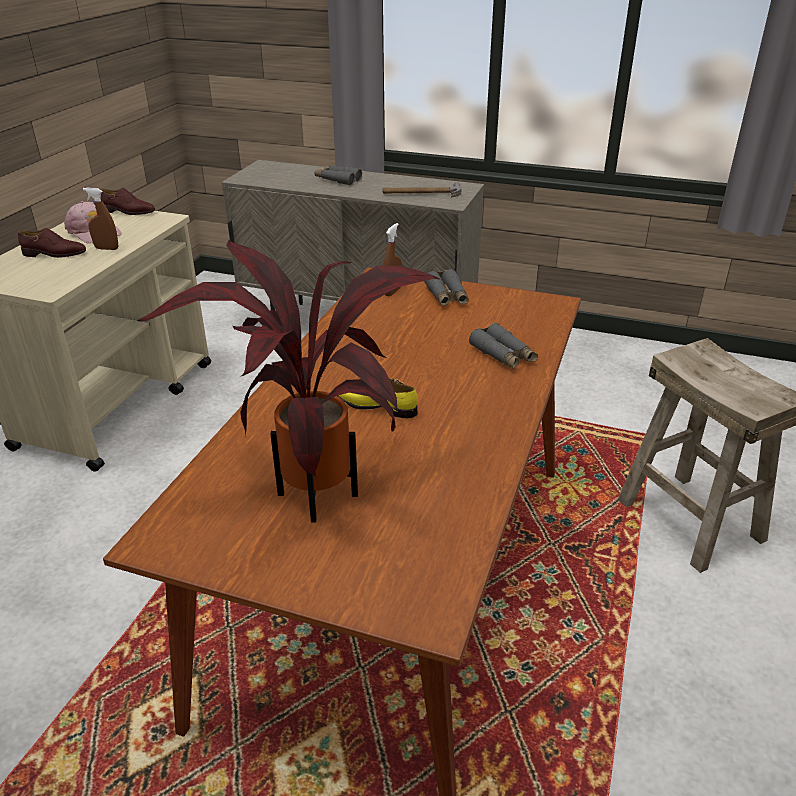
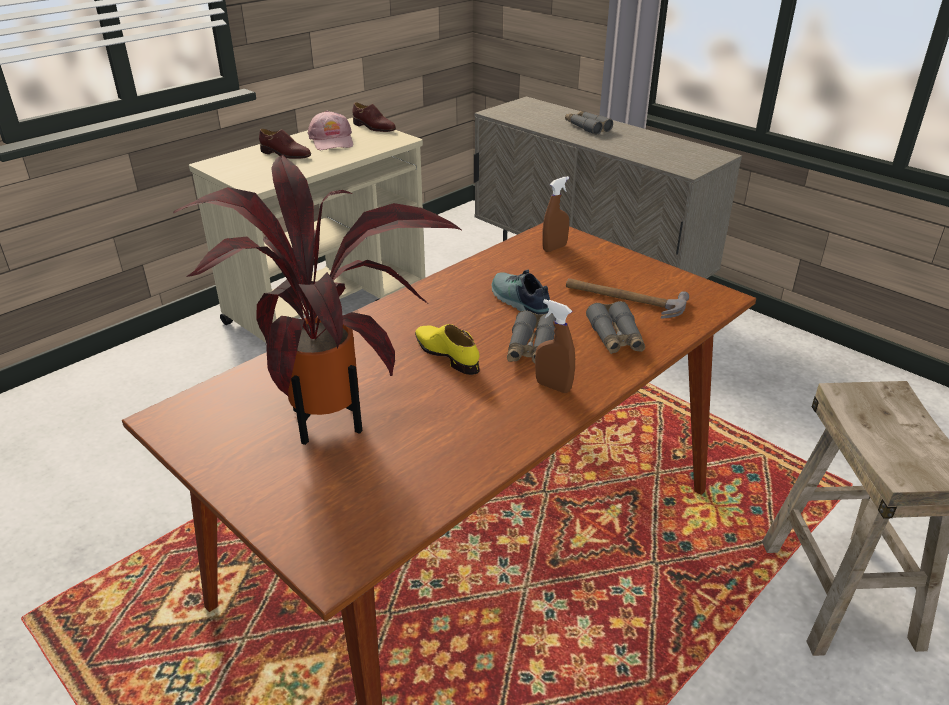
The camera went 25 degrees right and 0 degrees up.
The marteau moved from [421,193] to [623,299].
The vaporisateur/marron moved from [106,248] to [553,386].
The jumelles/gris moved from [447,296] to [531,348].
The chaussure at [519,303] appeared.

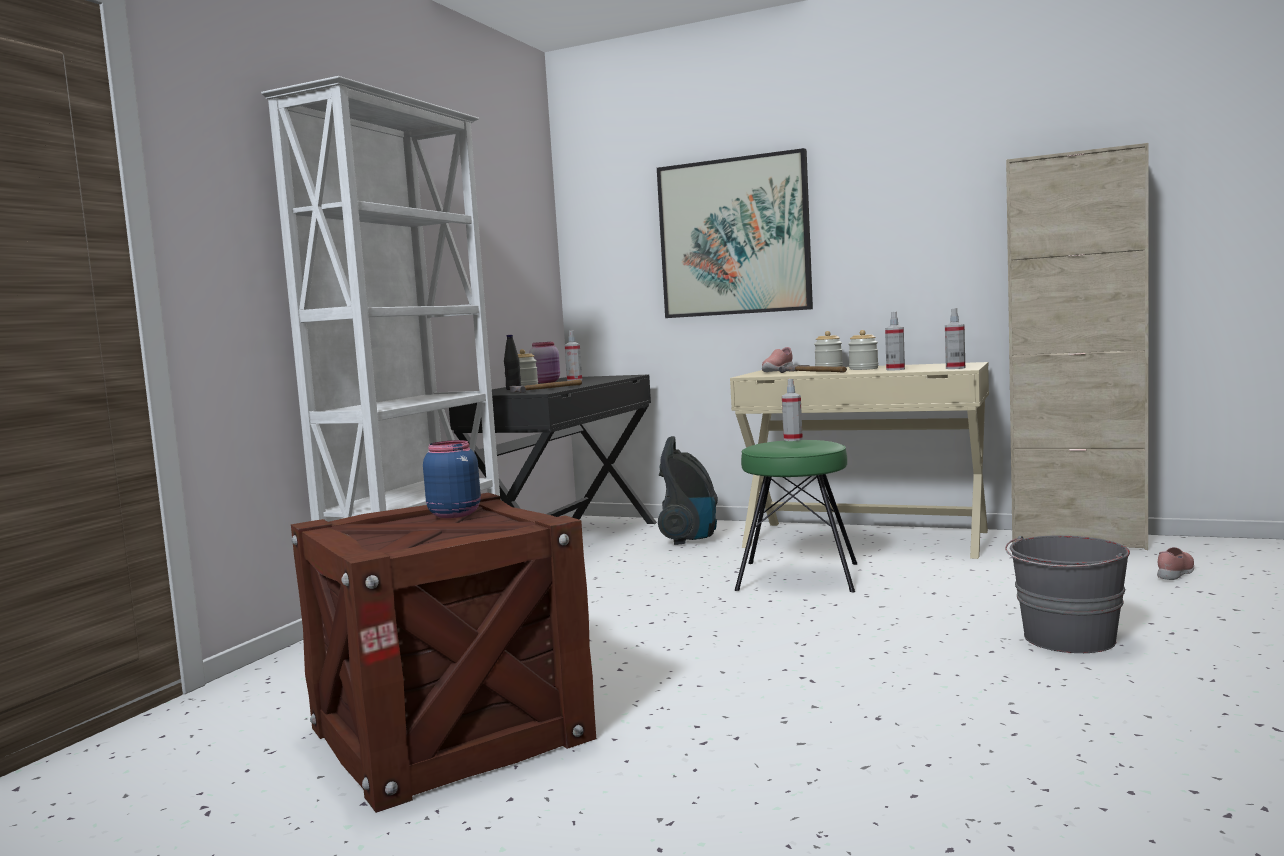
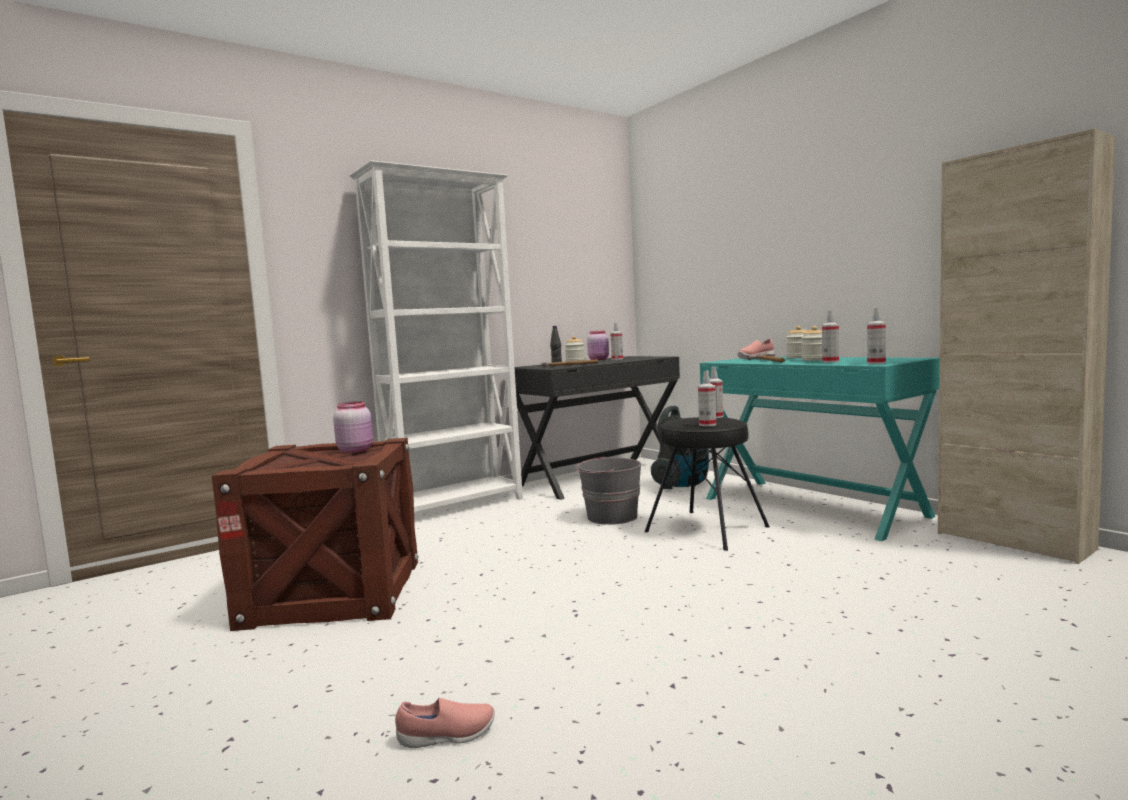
The camera went 30 degrees right and 0 degrees up.
The tableau at [734,237] disappeared.
The bureau/beige at [865,539] became the bureau/turquoise at [812,507].
The bocal/bleu at [454,514] became the bocal/rose at [356,450].
The tabouret/vert at [798,577] became the tabouret/noir at [706,530].
The seau/gris moved from [1068,639] to [610,517].
The chaussure/rose moved from [1176,574] to [447,737].
The vaporisateur at [707,424] appeared.

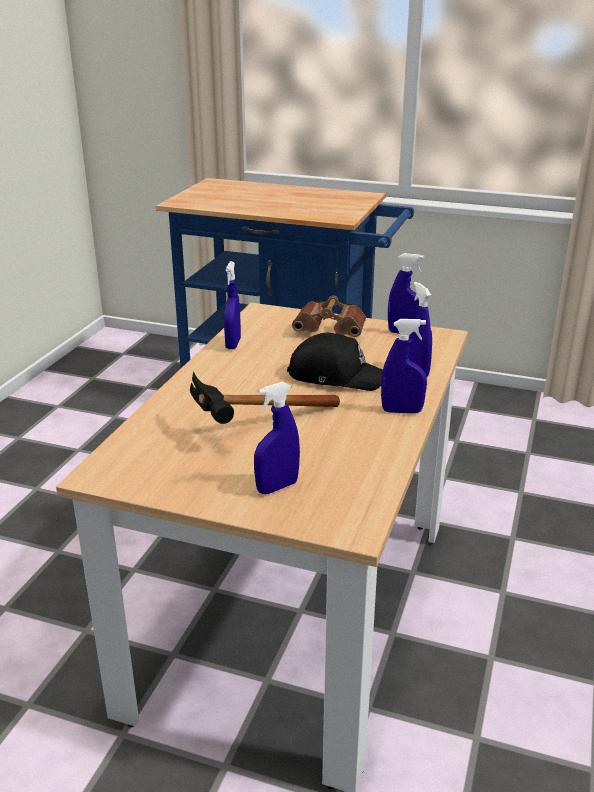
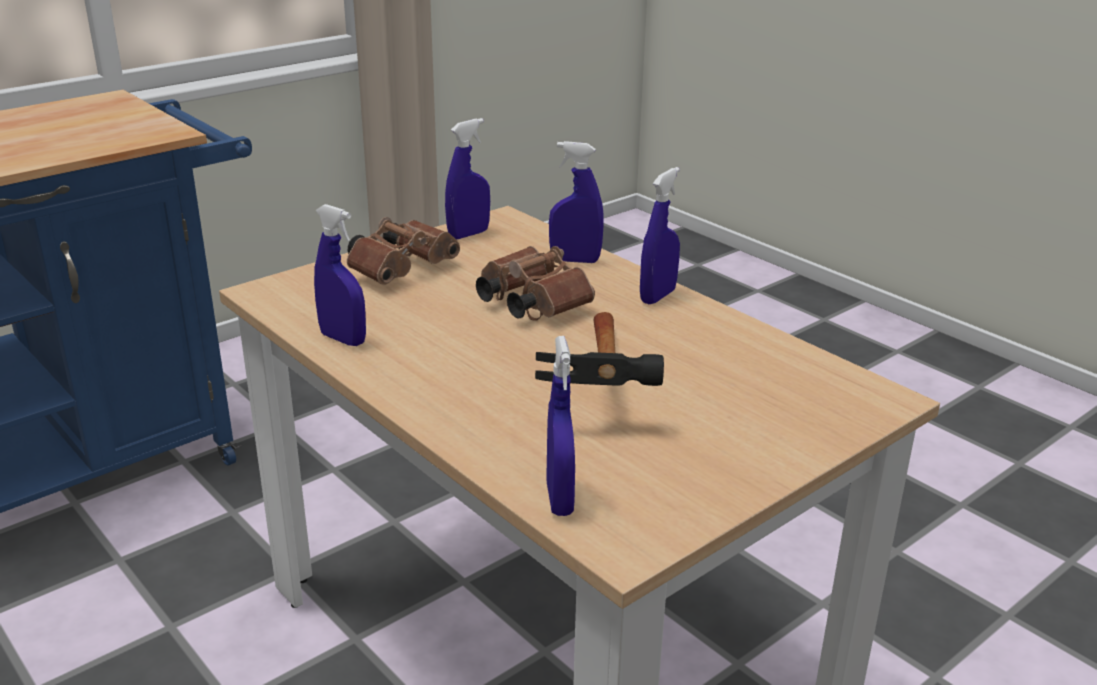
The camera went 60 degrees left and 0 degrees up.
The casquette/noir at [336,376] was replaced by the jumelles/marron at [529,303].
The vaporisateur/bleu moved from [277,487] to [559,499].

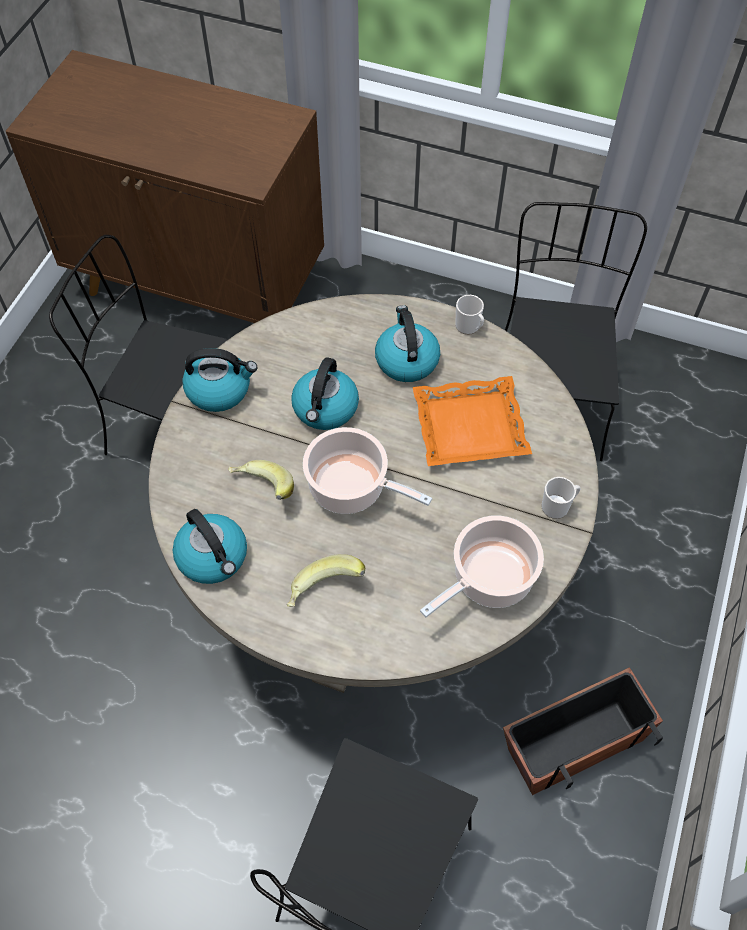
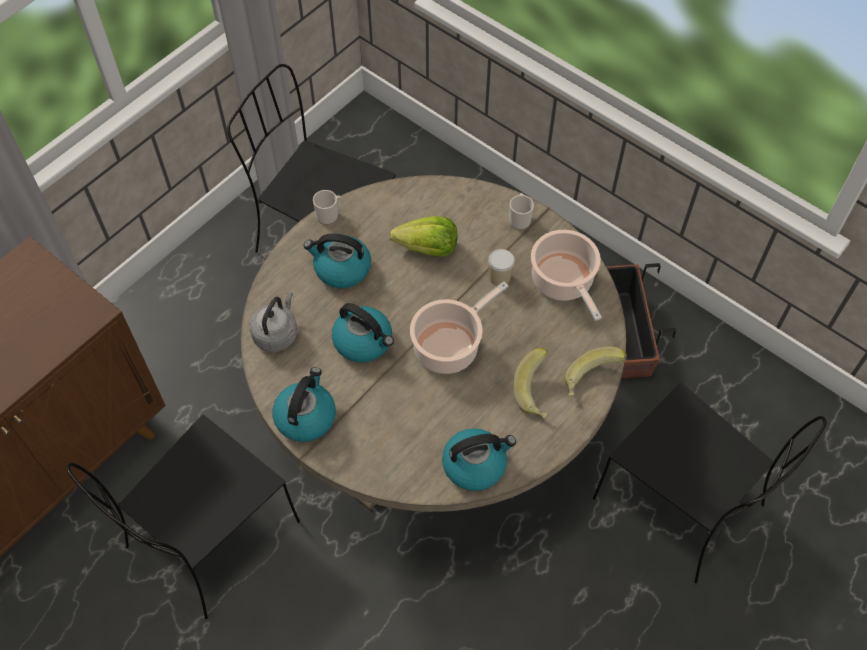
The camera went 70 degrees left and 0 degrees up.
The plateau/orange at [469,428] was replaced by the laitue at [428,249].
The banane moved from [262,490] to [591,380].
The tasse at [499,278] appeared.
The bouilloire/gris at [276,333] appeared.

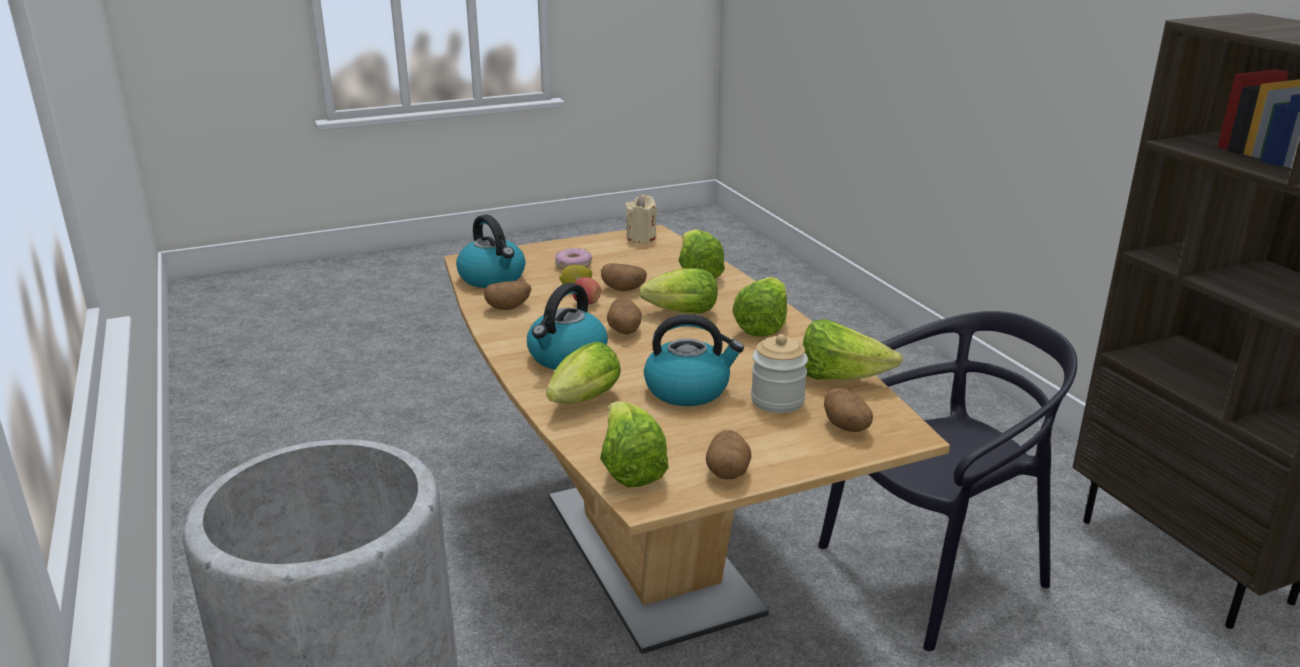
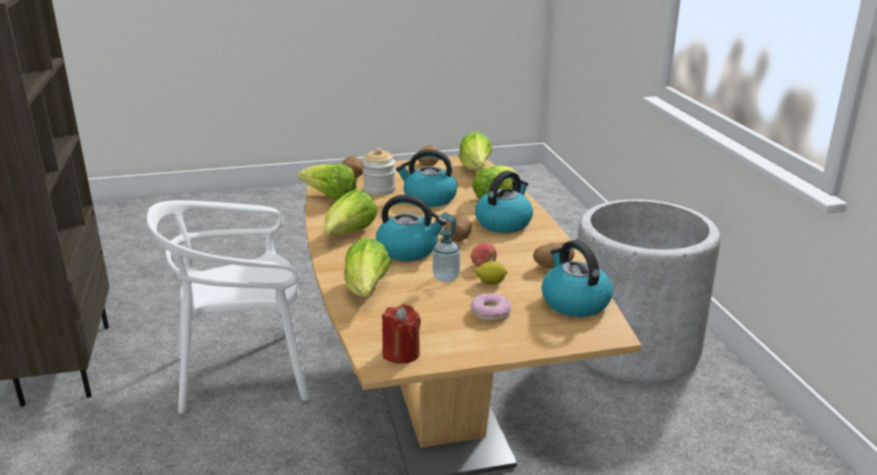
The camera went 170 degrees left and 0 degrees up.
The bougie/beige at [641,238] became the bougie/rouge at [401,353].
The pomme de terre at [624,289] was replaced by the distributeur de savon at [446,277].
The laitue at [678,313] was replaced by the bouilloire at [408,250].
The chaise/noir at [933,572] became the chaise/blanc at [243,373].

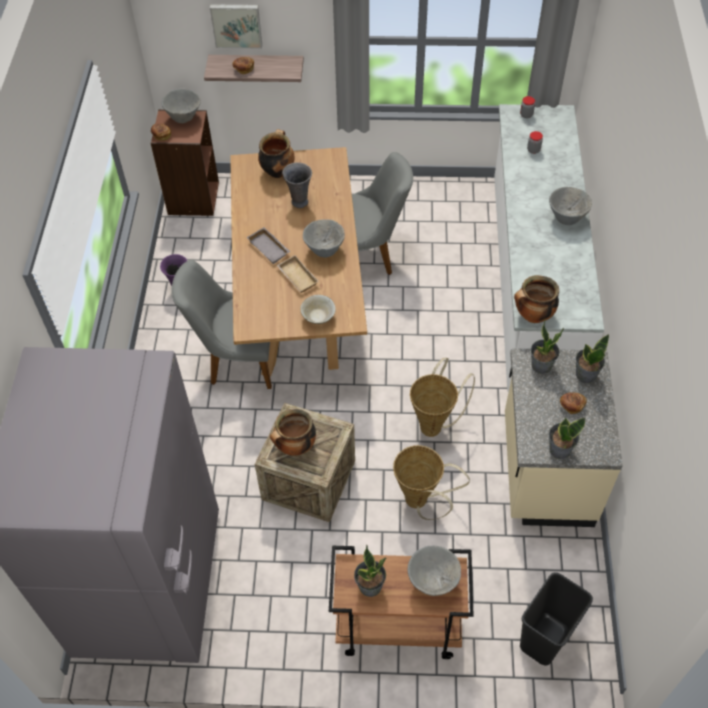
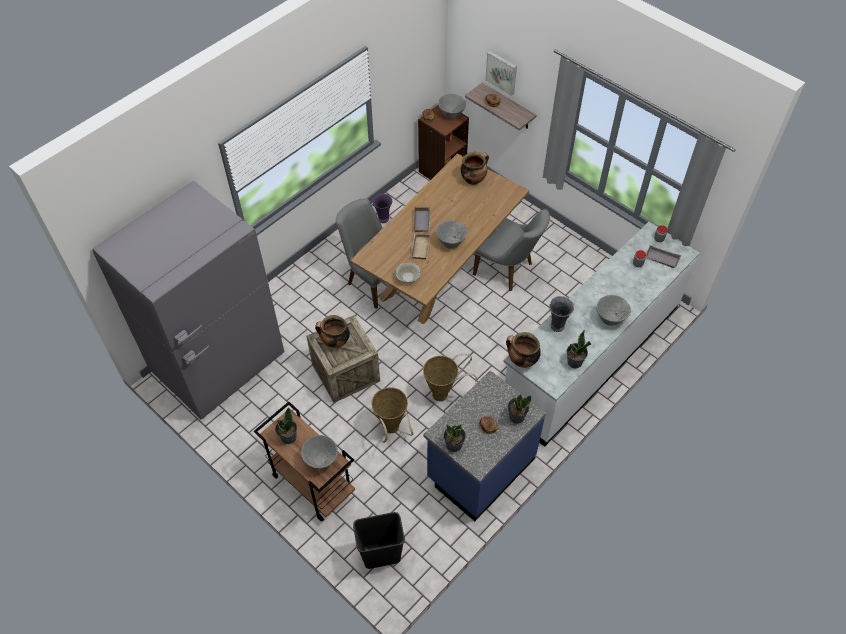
The camera went 40 degrees right and 0 degrees up.
The vase/gris moved from [299,201] to [557,325].
The plante en pot moved from [541,365] to [574,362].
The comptoir de cuisine/beige at [544,471] became the comptoir de cuisine/bleu at [480,468].
The plateau/gris at [661,259] appeared.

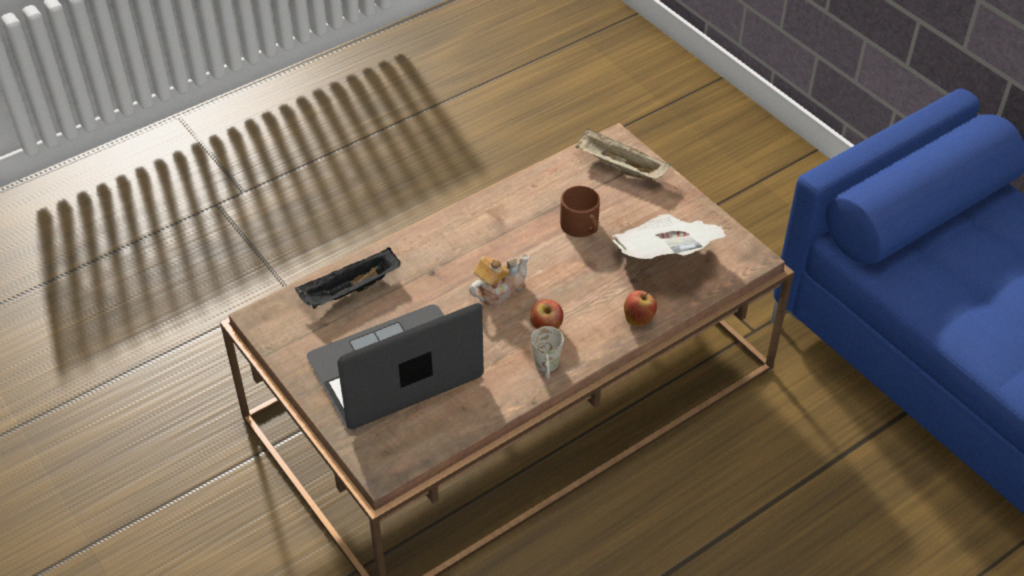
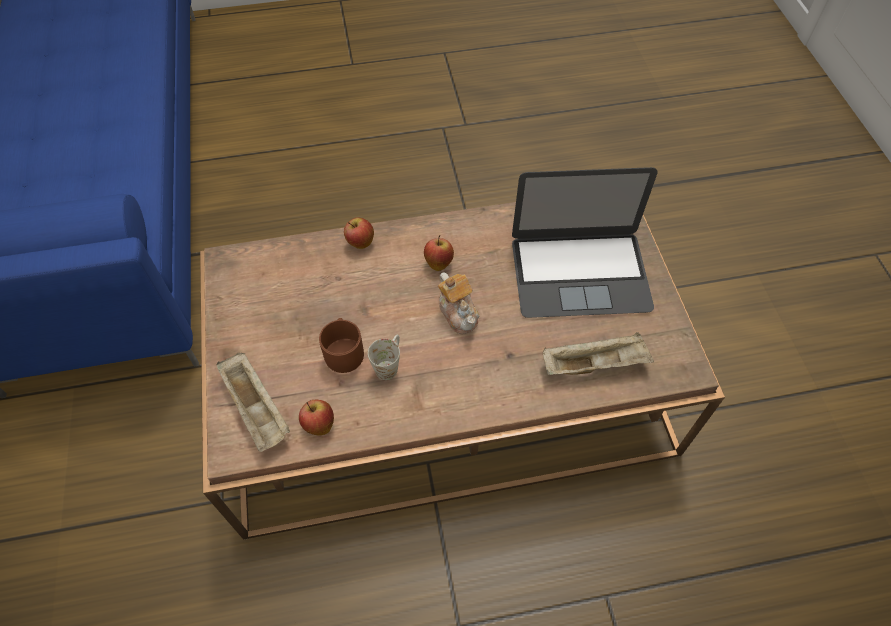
The camera went 155 degrees left and 10 degrees up.
The journal at [665,256] disappeared.
The plateau/noir at [350,292] became the plateau/beige at [595,364].
The théière at [499,290] turned 105 degrees counterclockwise.
The mug/blanc moved from [547,369] to [389,364].
The pomme at [319,425] appeared.

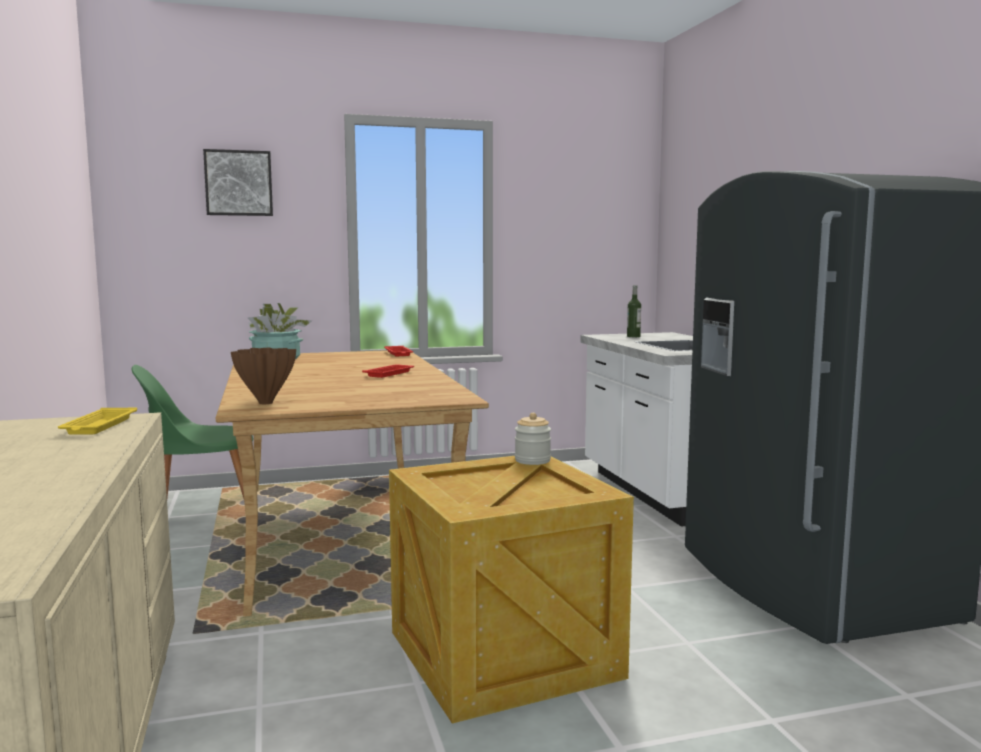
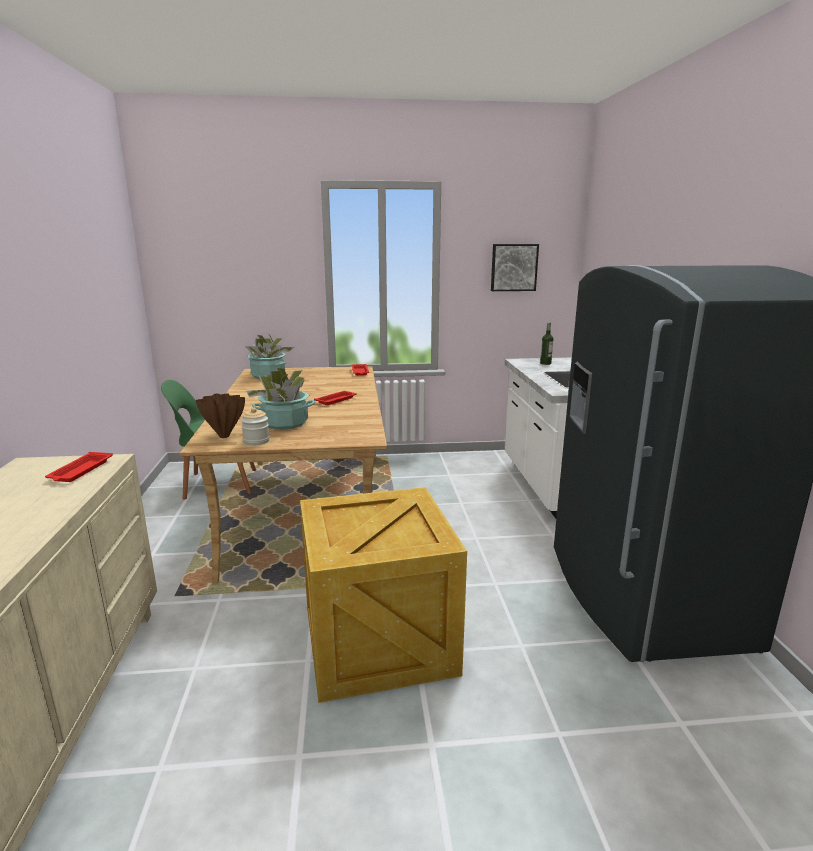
The camera went 10 degrees right and 10 degrees up.
The tableau moved from [238,183] to [513,267].
The plateau/jaune at [99,426] became the plateau/rouge at [80,471].
The bocal moved from [532,460] to [256,441].
The plante en pot at [285,423] appeared.

